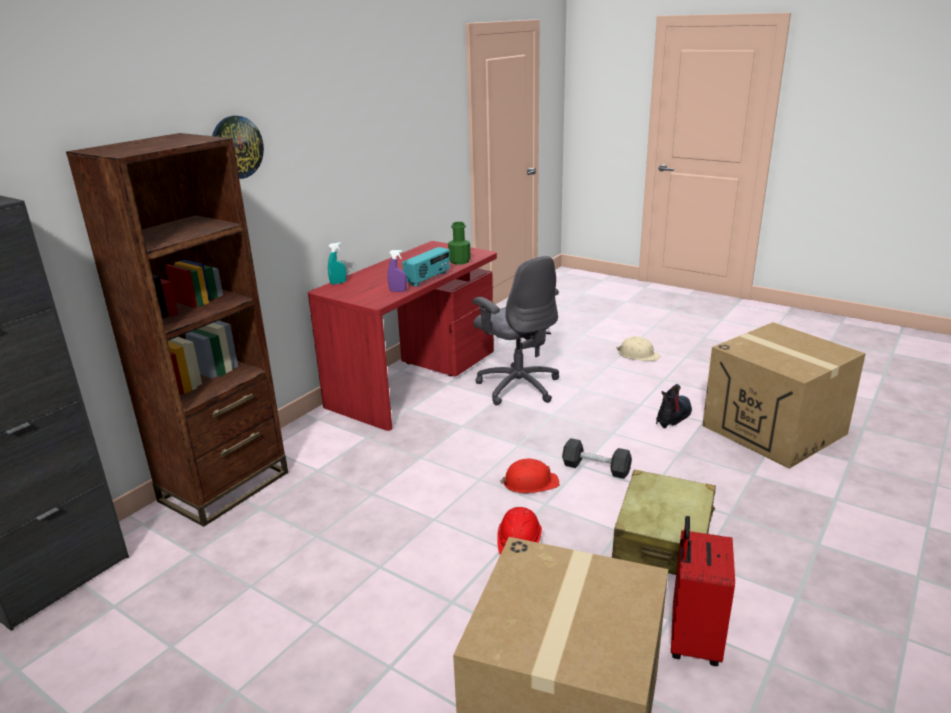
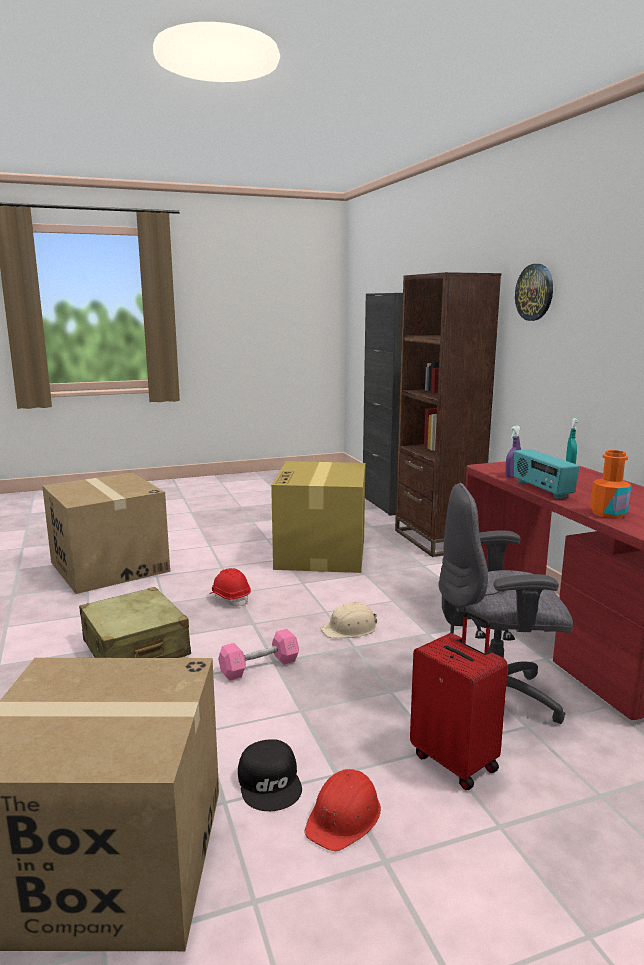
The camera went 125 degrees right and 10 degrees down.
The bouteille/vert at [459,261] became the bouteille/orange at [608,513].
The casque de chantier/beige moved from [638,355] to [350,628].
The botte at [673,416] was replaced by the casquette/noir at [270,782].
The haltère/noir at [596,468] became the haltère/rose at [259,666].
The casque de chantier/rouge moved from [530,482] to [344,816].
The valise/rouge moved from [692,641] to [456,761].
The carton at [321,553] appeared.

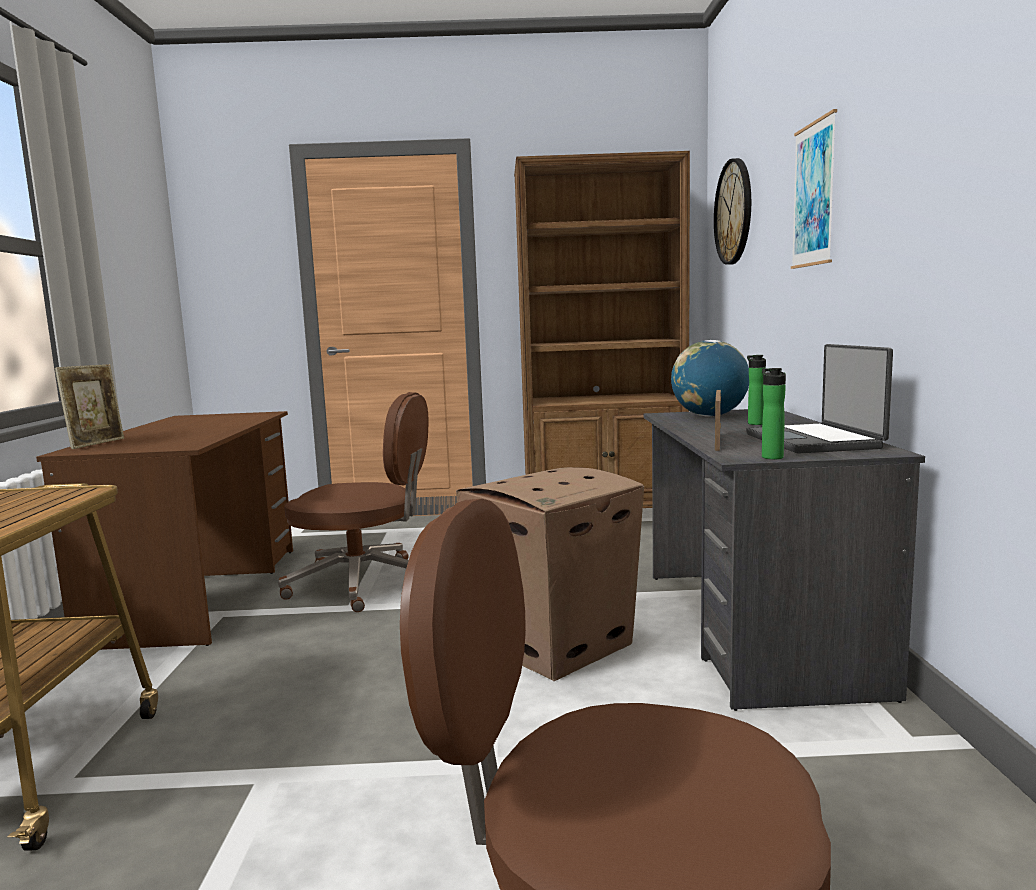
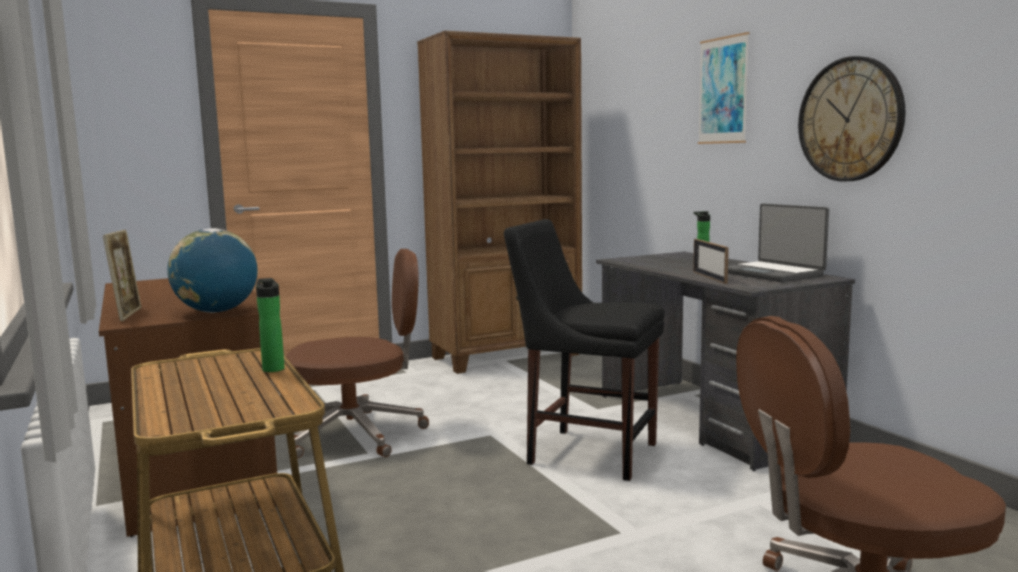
The camera went 25 degrees left and 0 degrees up.
The horloge murale moved from [734,212] to [850,119].
The globe moved from [709,416] to [216,311].
The bouteille moved from [771,457] to [273,368].
The carton at [556,644] was replaced by the chaise/noir at [586,452].

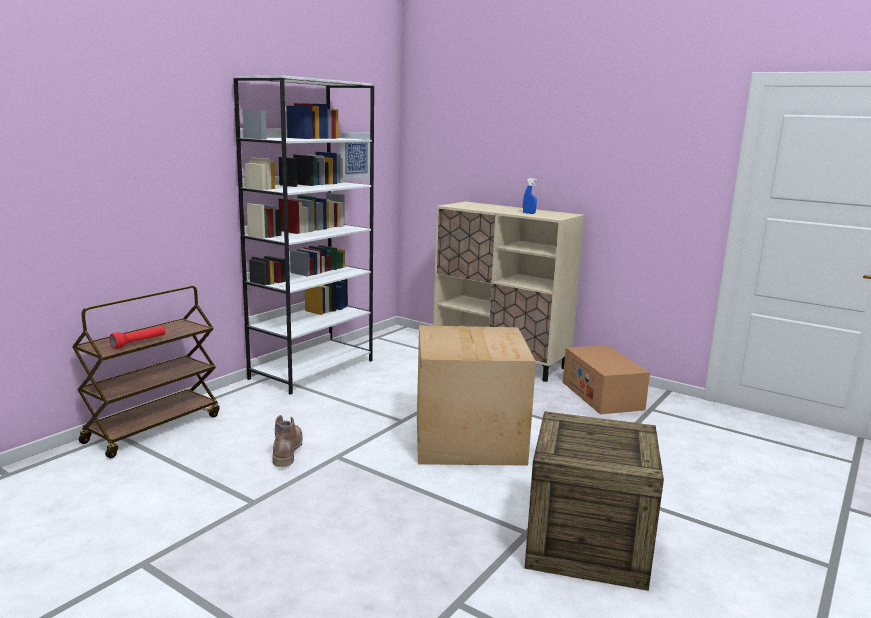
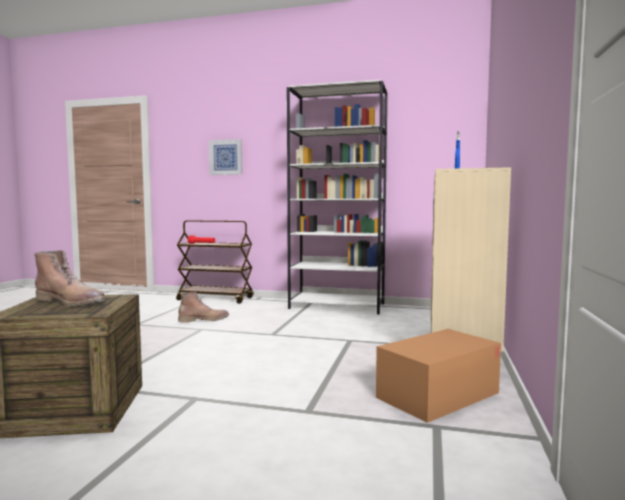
The camera went 70 degrees right and 10 degrees down.
The tableau moved from [354,156] to [226,157].
The carton at [470,438] disappeared.
The botte/marron at [72,302] appeared.

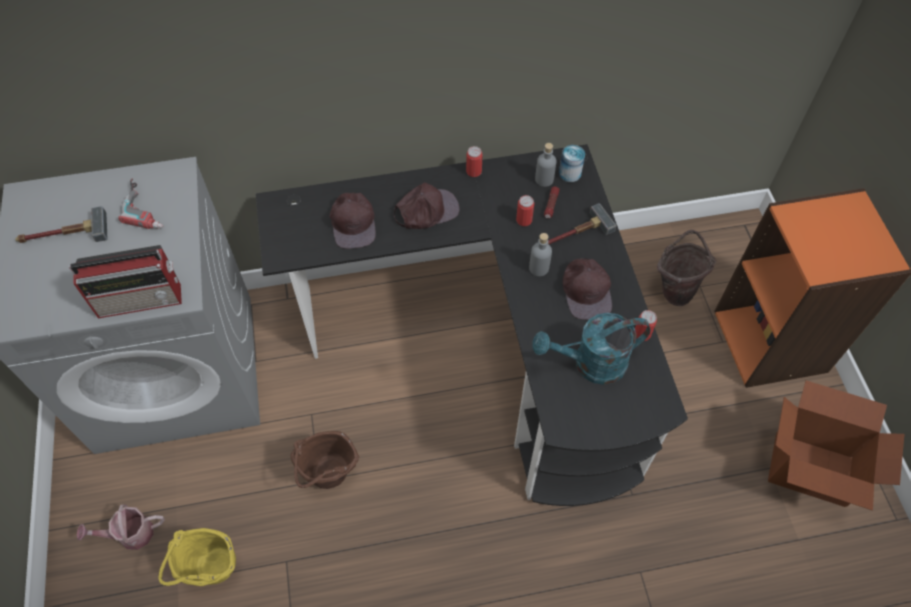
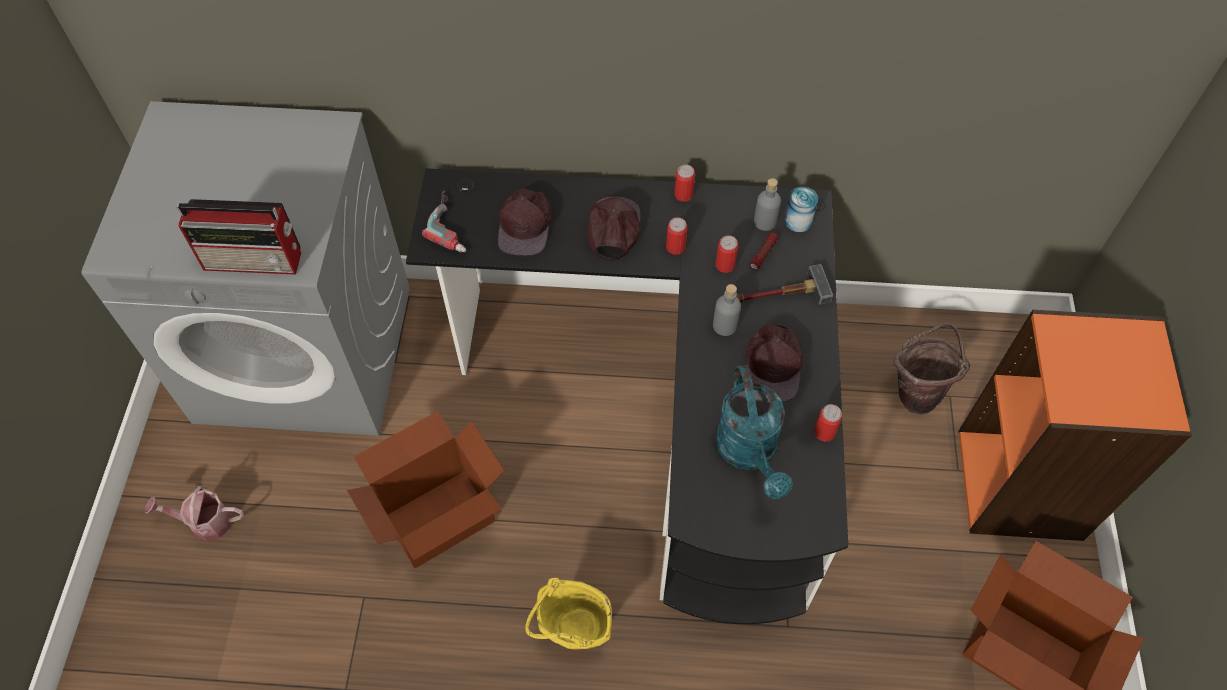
The camera went 15 degrees right and 0 degrees up.
The perceuse moved from [147,207] to [454,225].
The casquette/marron at [426,210] turned 75 degrees counterclockwise.
The marteau at [63,234] disappeared.
The arrosoir/turquoise at [590,364] turned 105 degrees counterclockwise.
The seau/marron at [329,479] was replaced by the carton at [438,517].
The seau/jaune moved from [213,573] to [572,636].
The boîte métallique at [675,247] appeared.

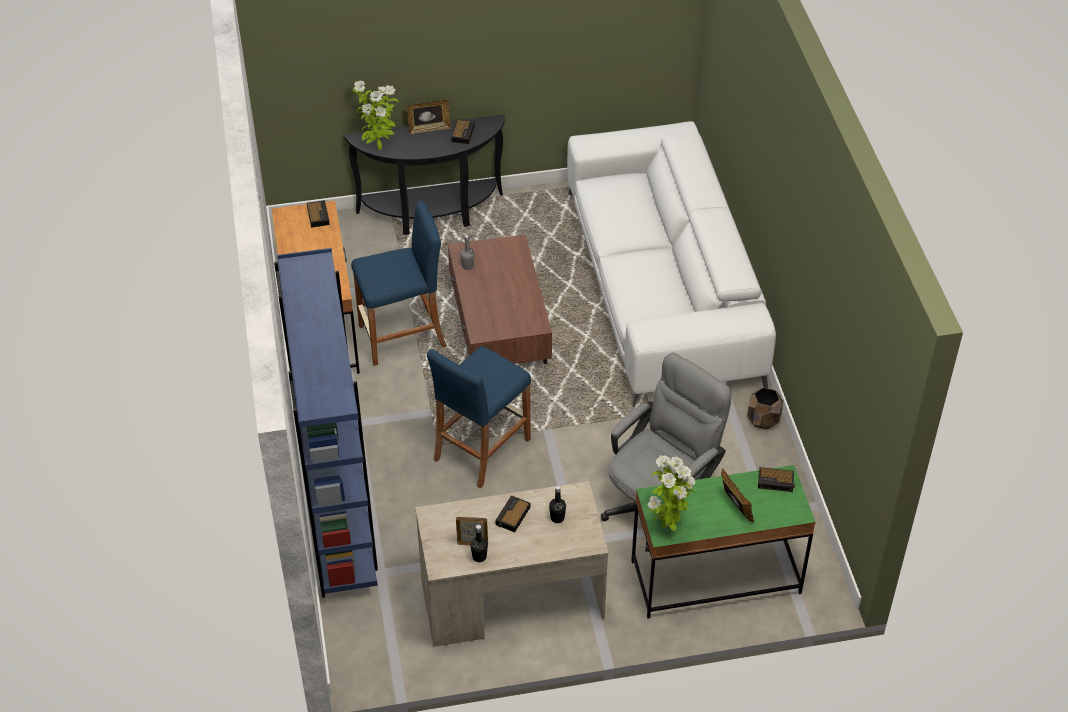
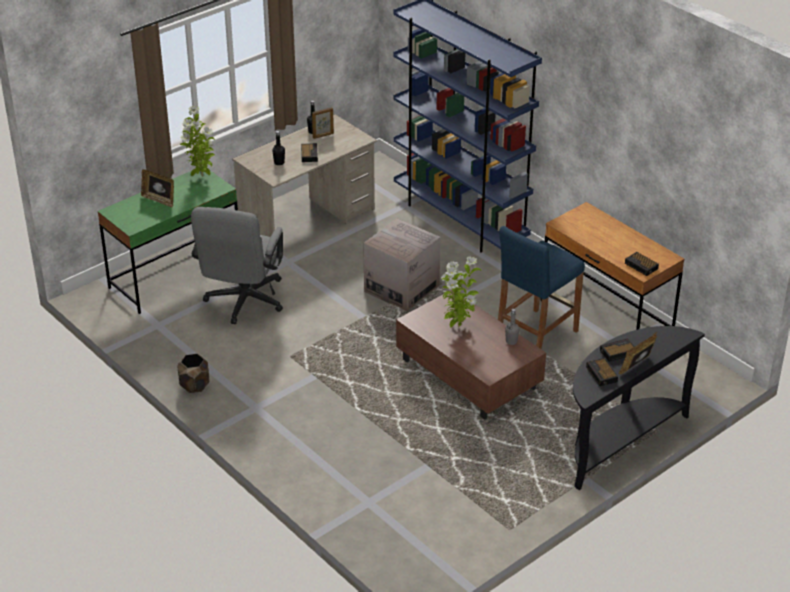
The camera went 150 degrees right and 10 degrees down.
The plante en pot moved from [378,146] to [457,326].
The canapé/blanc at [662,286] disappeared.
The tabouret/bleu at [481,449] was replaced by the carton at [401,288].
The réveil moved from [776,482] to [617,352].

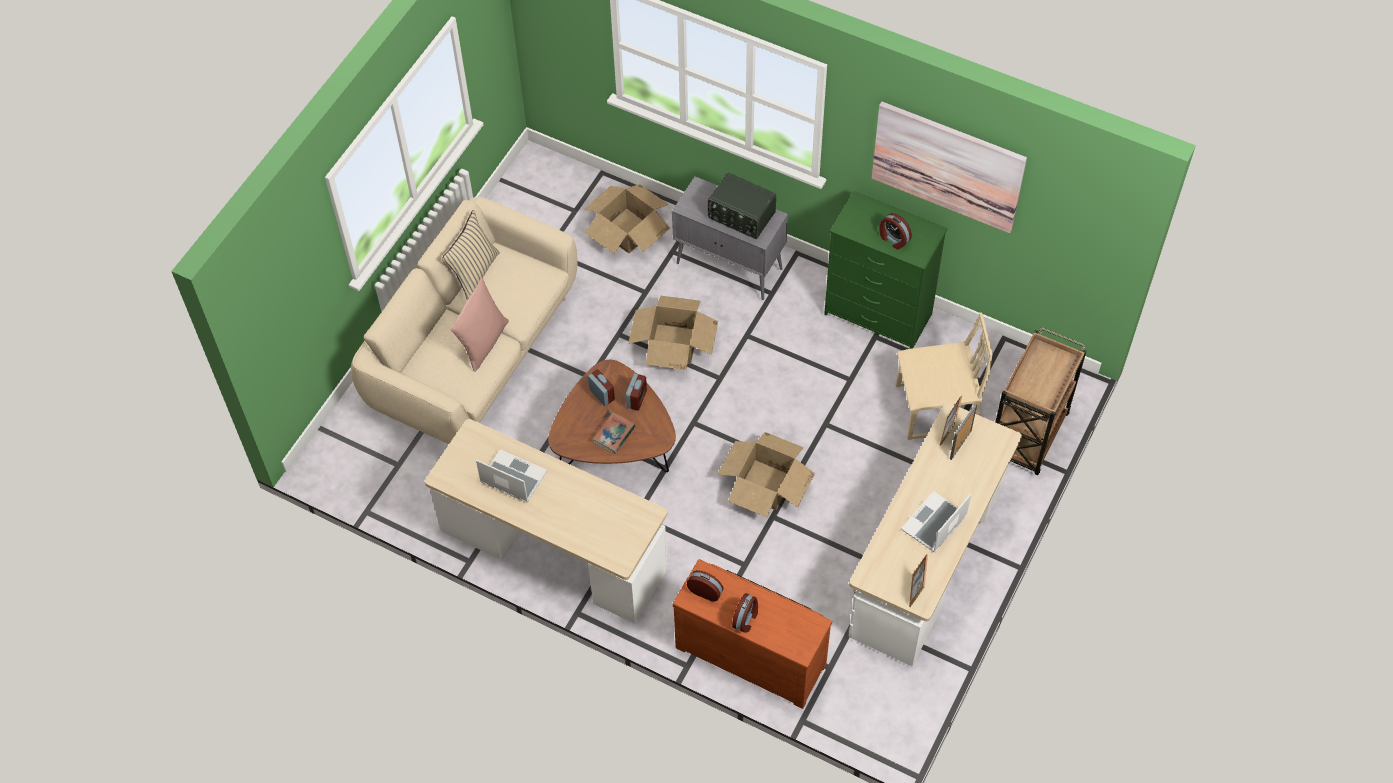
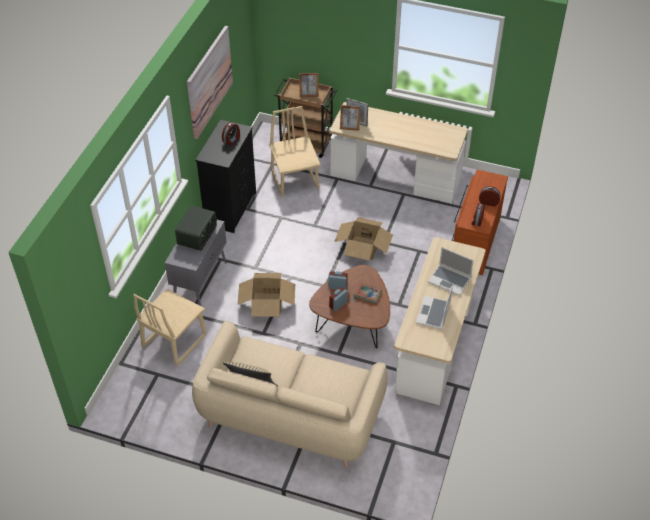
The camera went 100 degrees left and 10 degrees down.
The carton at [628,230] was replaced by the chaise/beige at [173,340].
The commode/vert at [878,315] became the commode/noir at [231,209].
The coussin/rose at [482,343] disappeared.
The ordinateur portable moved from [934,524] to [450,280].
The cadre photo moved from [916,591] to [309,95].

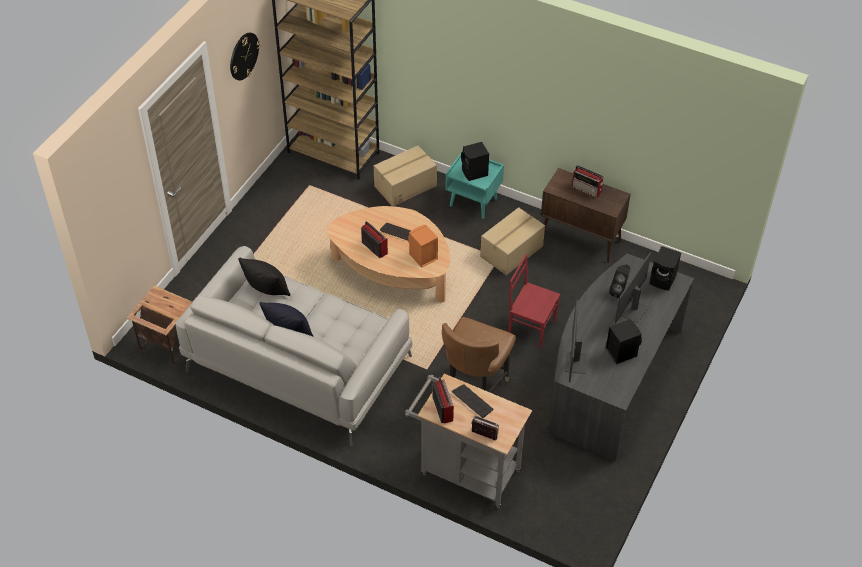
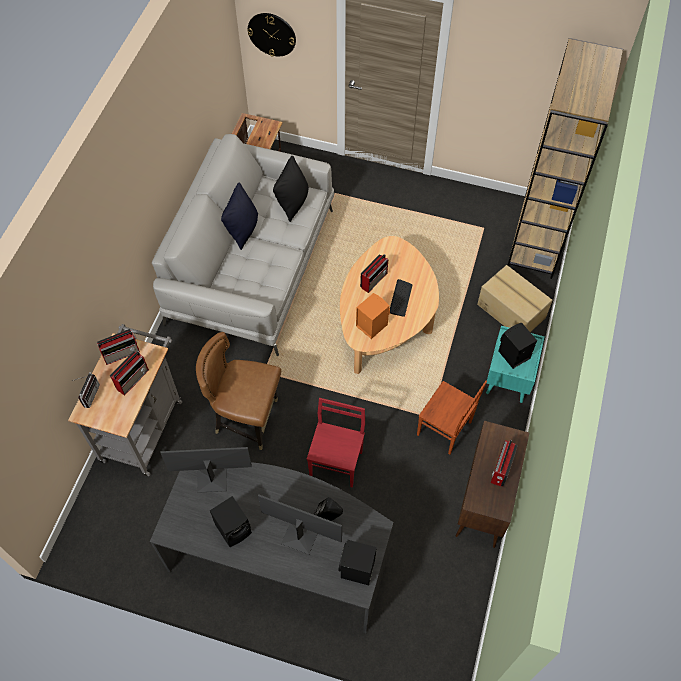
The camera went 80 degrees right and 10 degrees up.
The horloge murale moved from [243,56] to [272,34].
The carton at [512,251] was replaced by the chaise/marron at [444,429].
The clavier at [472,401] was replaced by the radio at [133,379].

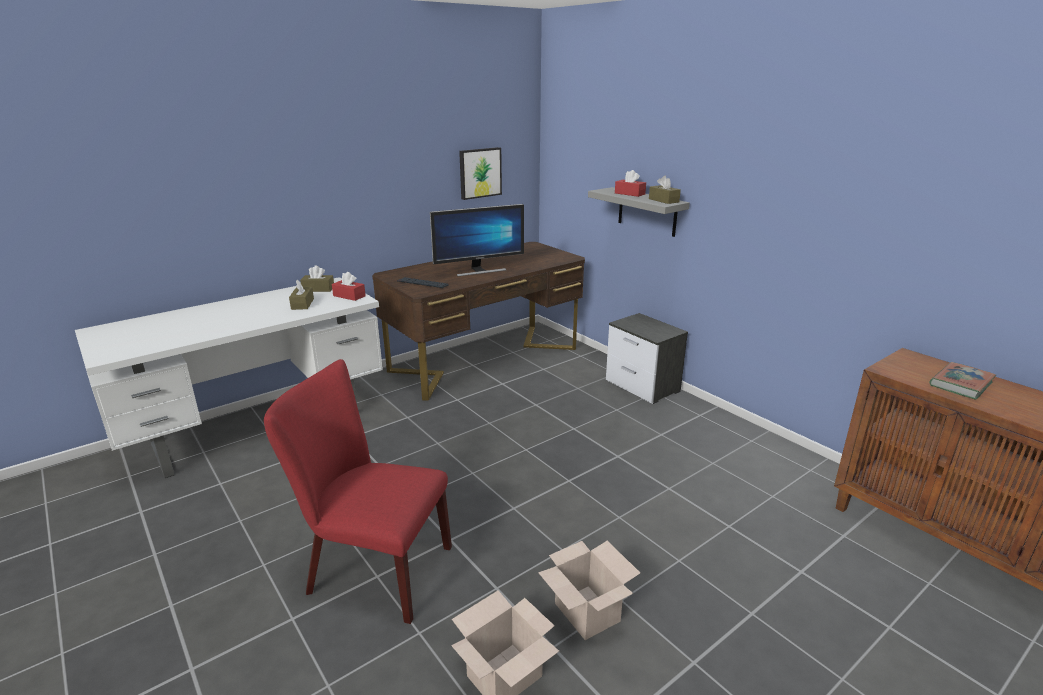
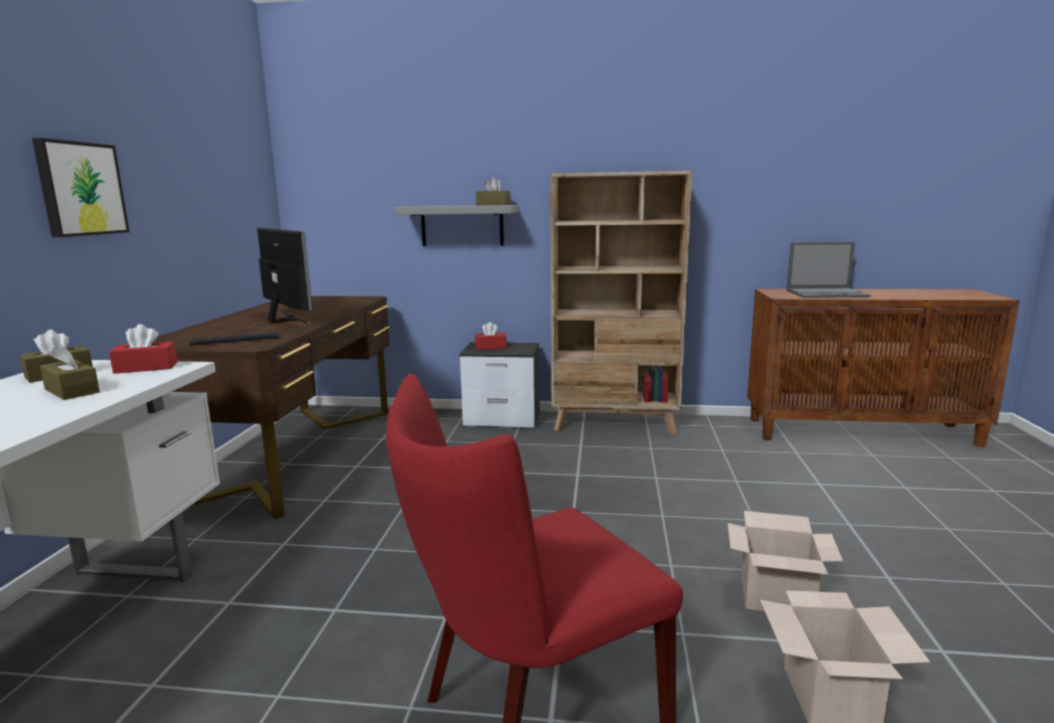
The camera went 45 degrees left and 10 degrees down.
The tableau moved from [479,173] to [80,189].
The boîte à mouchoirs/rouge moved from [629,194] to [490,347].
The écran d'ordinateur at [479,270] turned 60 degrees counterclockwise.
The livre at [961,384] was replaced by the ordinateur portable at [827,293].
The bibliothèque/beige at [615,424] appeared.

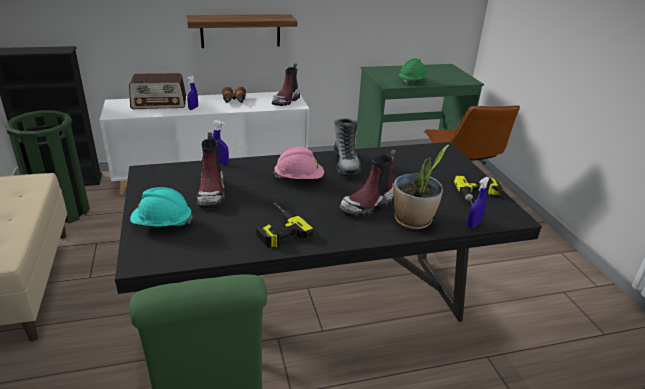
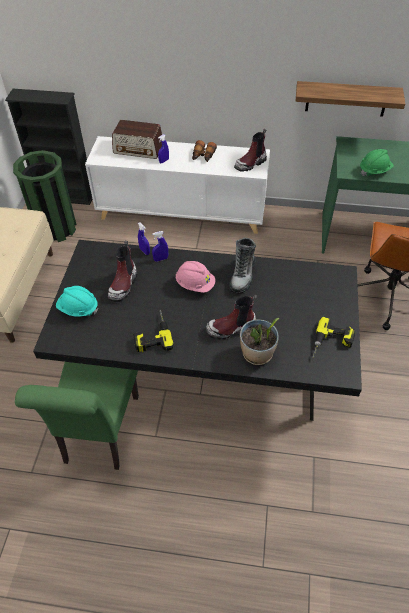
The camera went 25 degrees right and 20 degrees up.
The étagère moved from [240,31] to [346,99].
The vaporisateur/bleu moved from [474,224] to [161,259].

